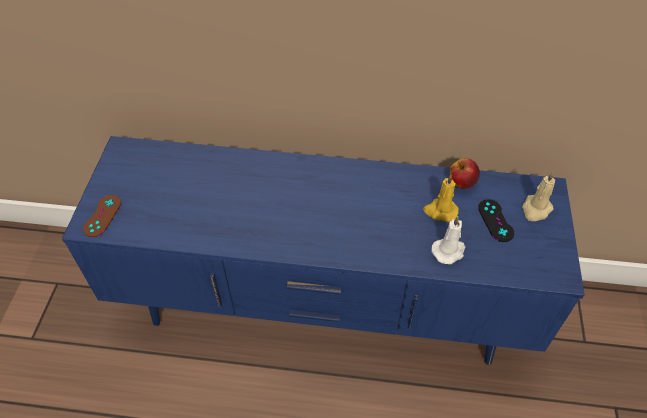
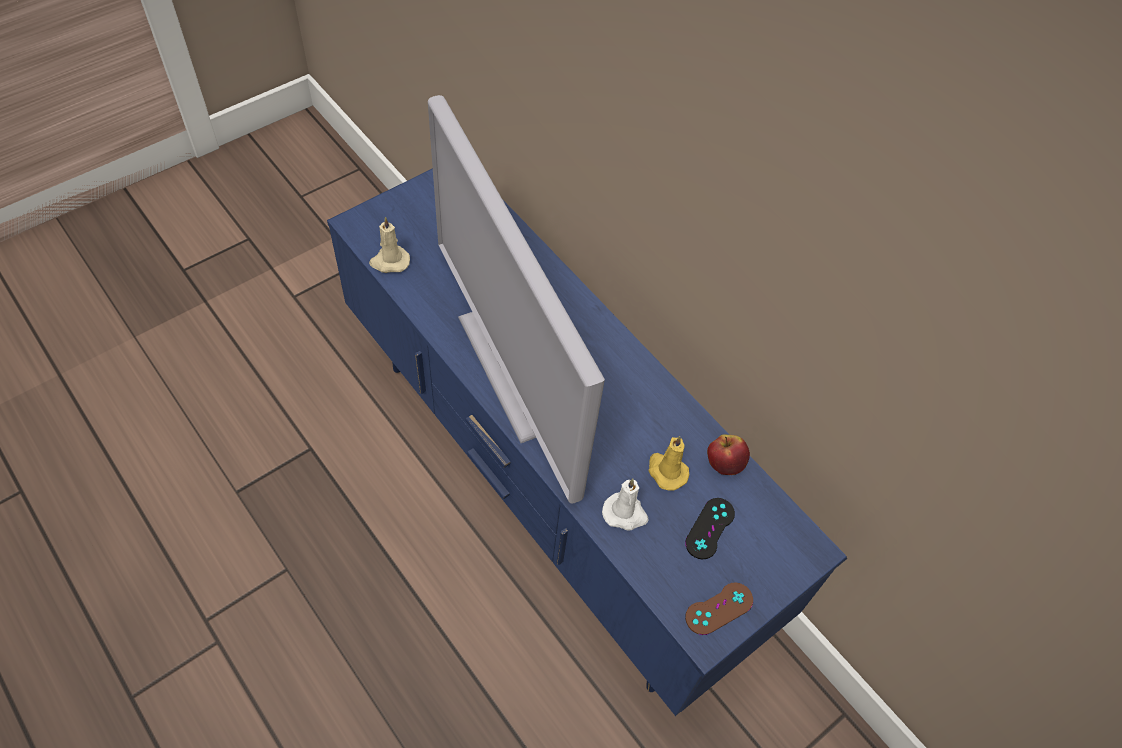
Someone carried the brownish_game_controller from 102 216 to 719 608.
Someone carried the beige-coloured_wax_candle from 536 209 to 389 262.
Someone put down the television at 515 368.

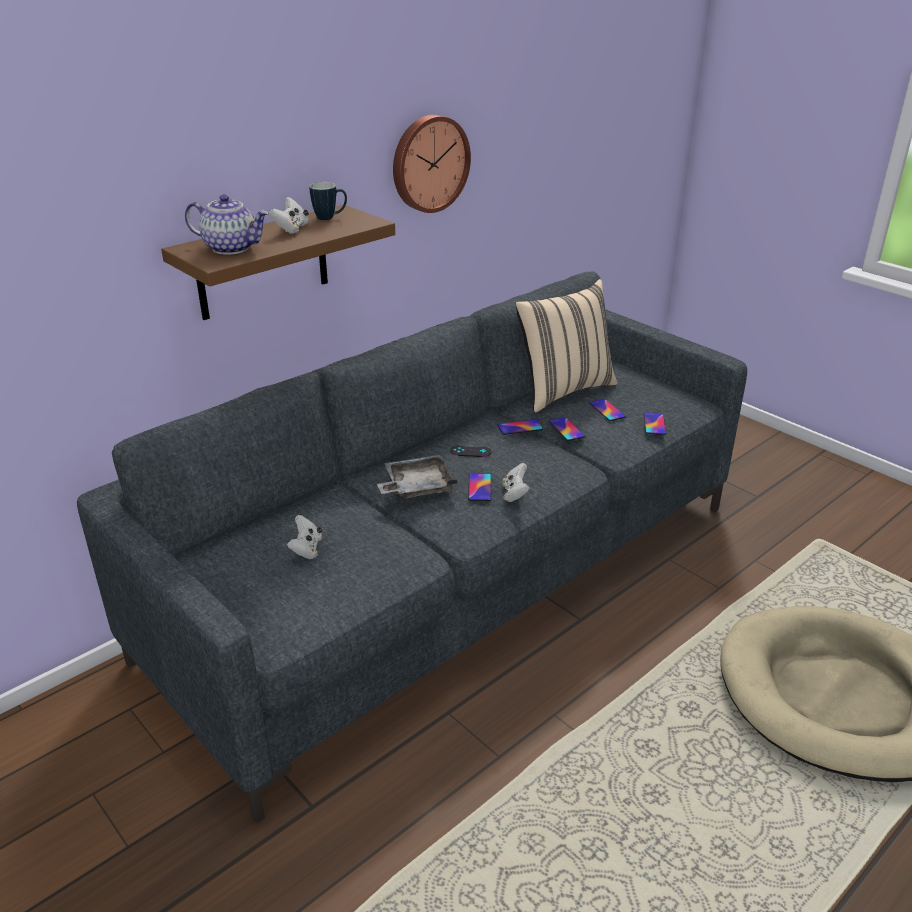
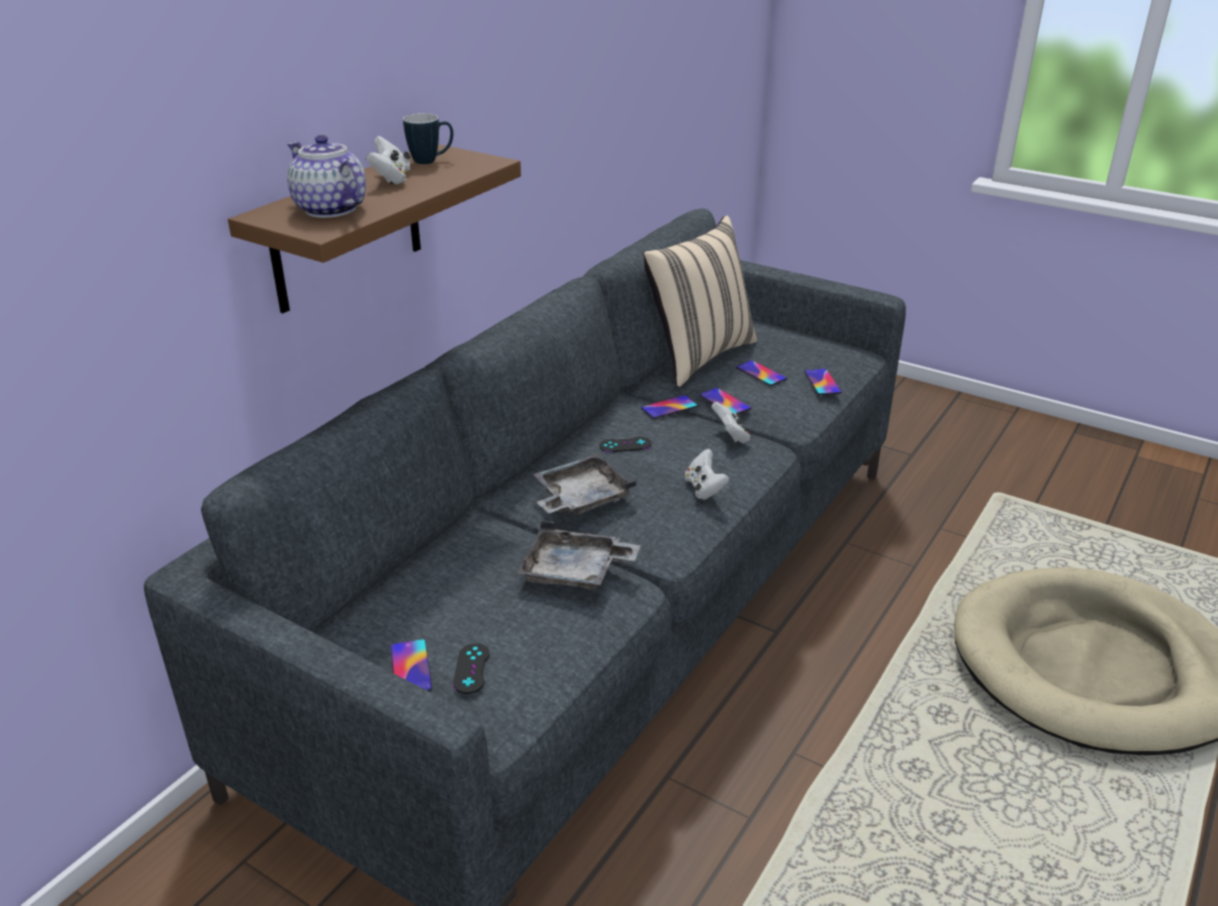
Someone rotated the pot_for_tea at 232 248 by 135 degrees counterclockwise.
Someone carried the white-coloured_game_controller from 306 549 to 730 436.
Someone took away the wall_clock at 429 163.
Someone carried the telephone from 479 487 to 410 668.
Someone put down the blackish_game_controller at 471 669.
Someone put down the greyish_carrying_tray at 575 572.

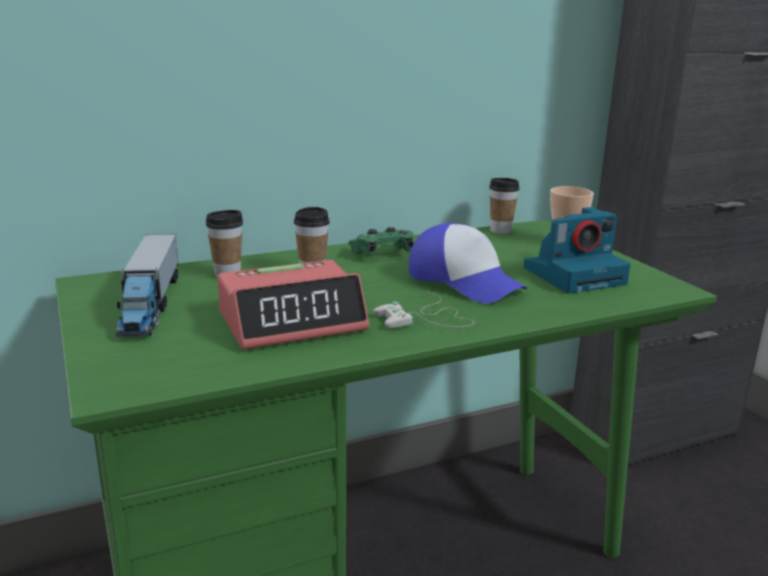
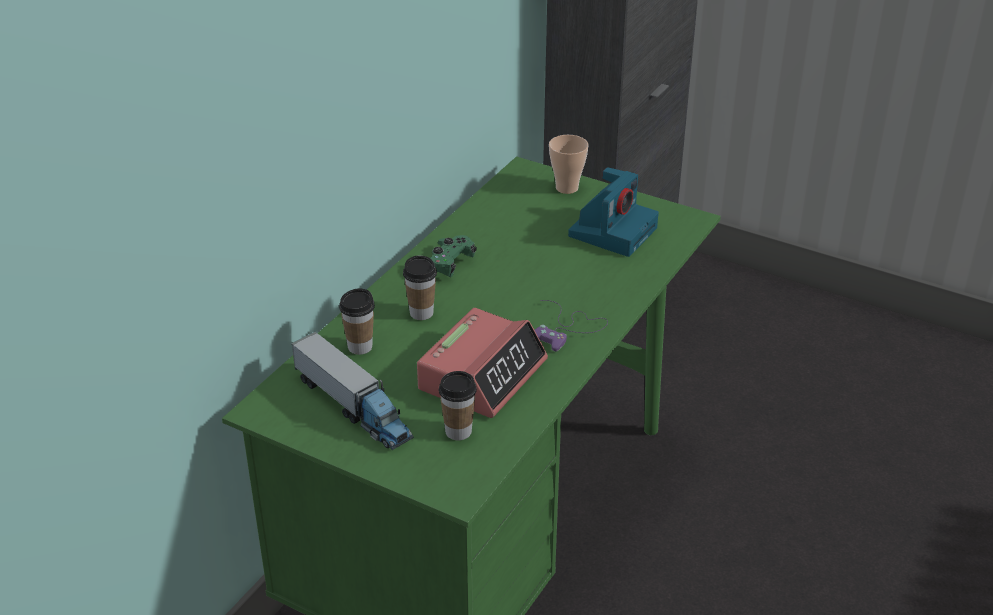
Someone repainted the white-coloured_game_controller at 426 319, which became the purple_game_controller at 567 329.
Someone took away the peaked_cap at 464 282.
Someone carried the small_cup from 500 230 to 458 431.

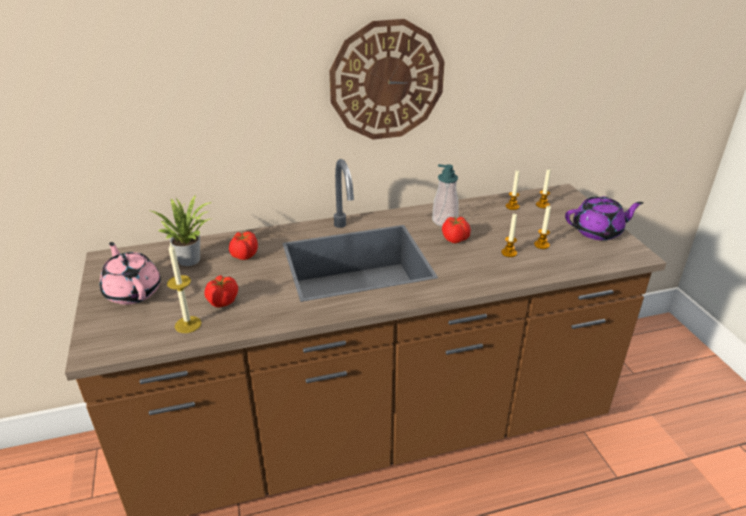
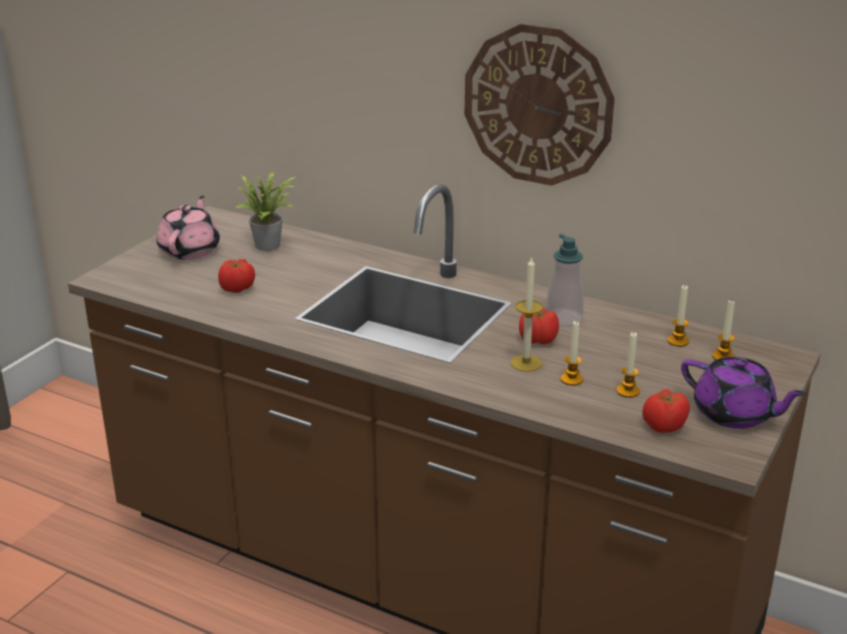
Someone carried the wax_candle from 188 324 to 526 363.
Someone carried the whole_tomato from 244 255 to 663 426.

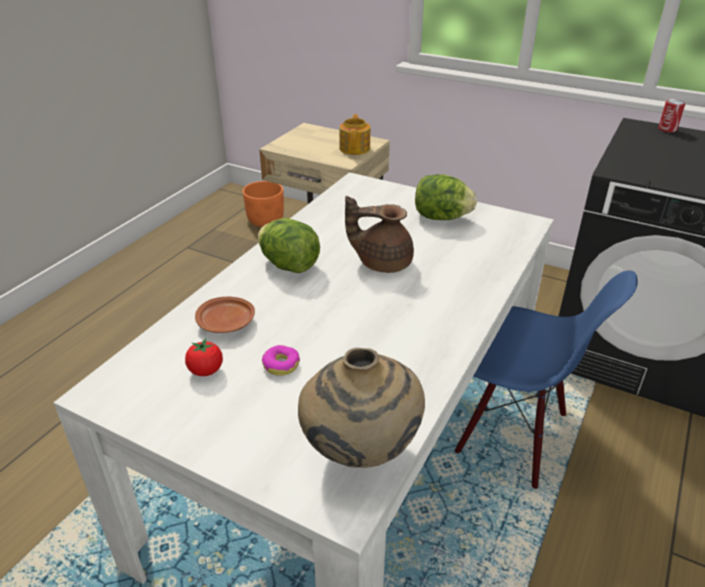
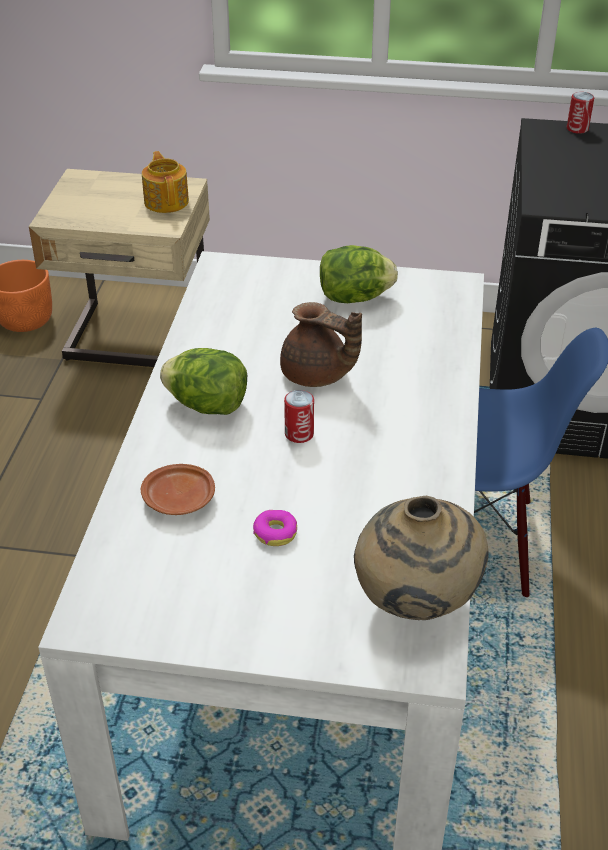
Someone took away the whole_tomato at 206 371.
Someone rotated the brownish_pot_for_tea at 382 262 by 135 degrees counterclockwise.
Someone put down the metal_can at 299 434.

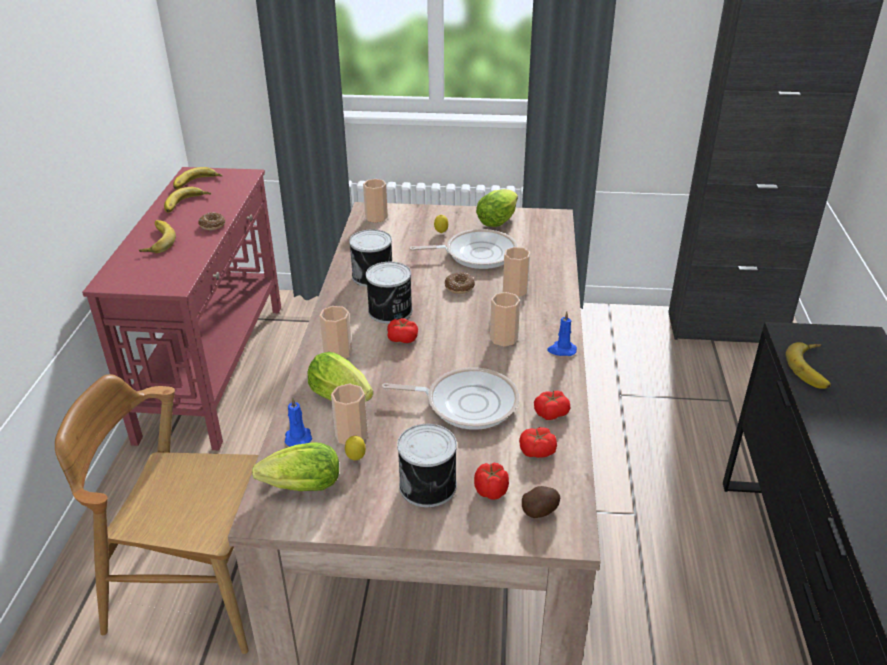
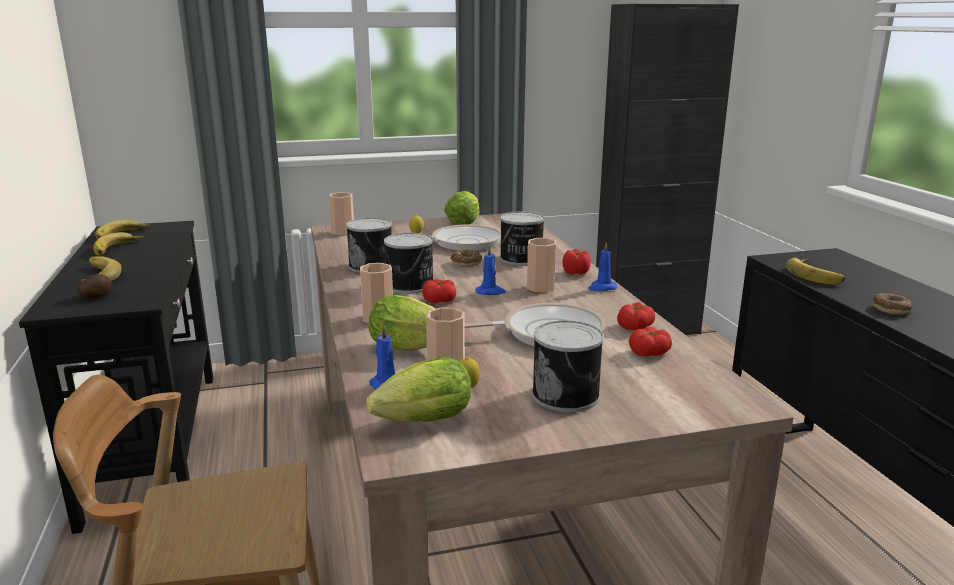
Someone repainted the red-coloured_console_table at 215 368, which became the blackish_console_table at 156 441.
Someone carried the doughnut from 212 225 to 891 309.
Someone carried the whole_tomato from 491 492 to 576 273.
Someone swapped the small_cup at 515 290 for the metal_can at 521 259.
Someone carried the spud from 540 511 to 96 297.
Someone put down the blue_wax_candle at 490 292.

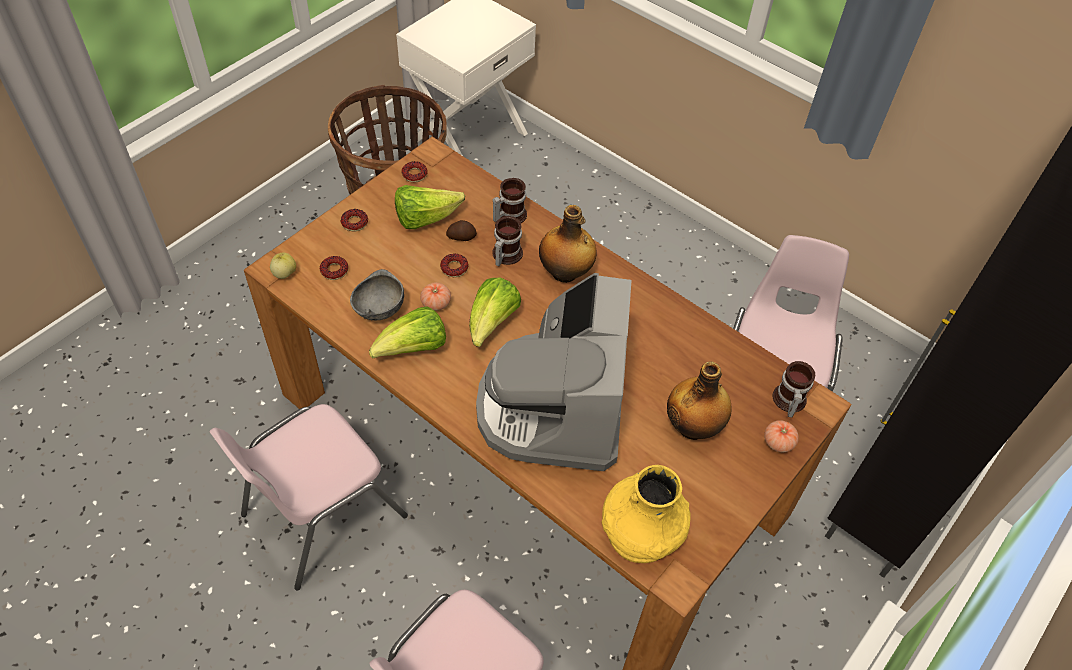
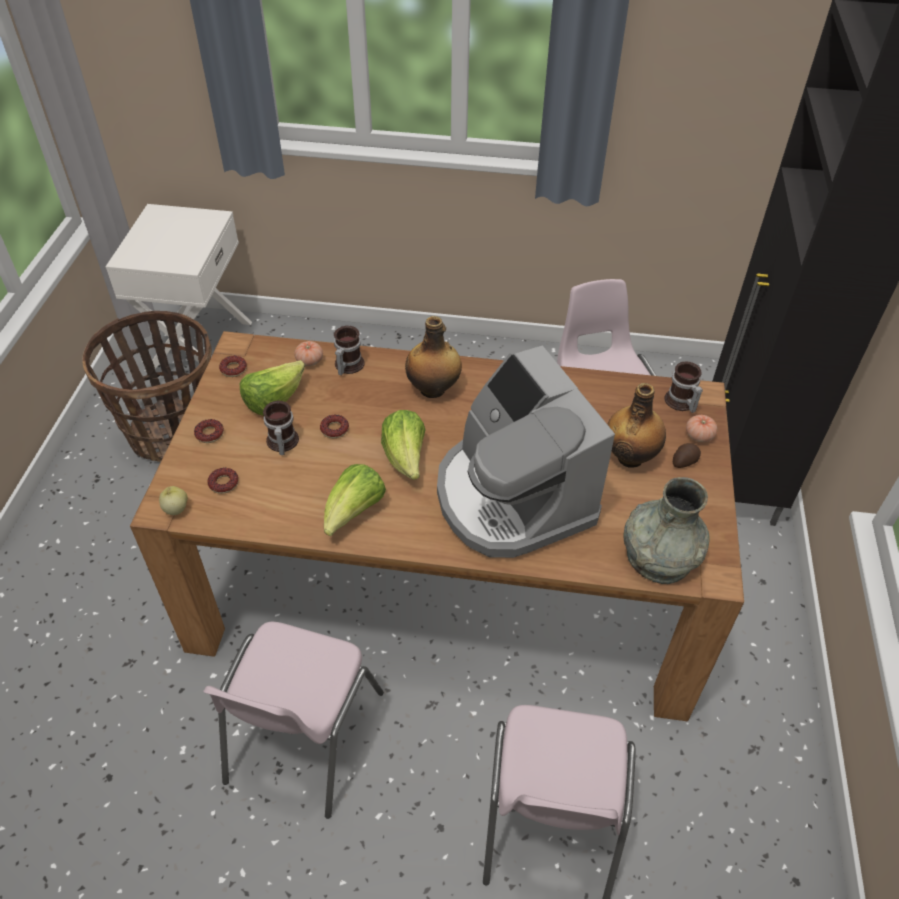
Someone took away the greyish_deep_dish at 378 309.
Someone carried the whole_tomato from 436 303 to 309 361.
Someone carried the spud from 461 236 to 684 461.
Someone carried the tea_mug from 504 255 to 281 443.
Someone repainted the yellowish_flower_vase at 641 531, which became the greyish_flower_vase at 659 556.

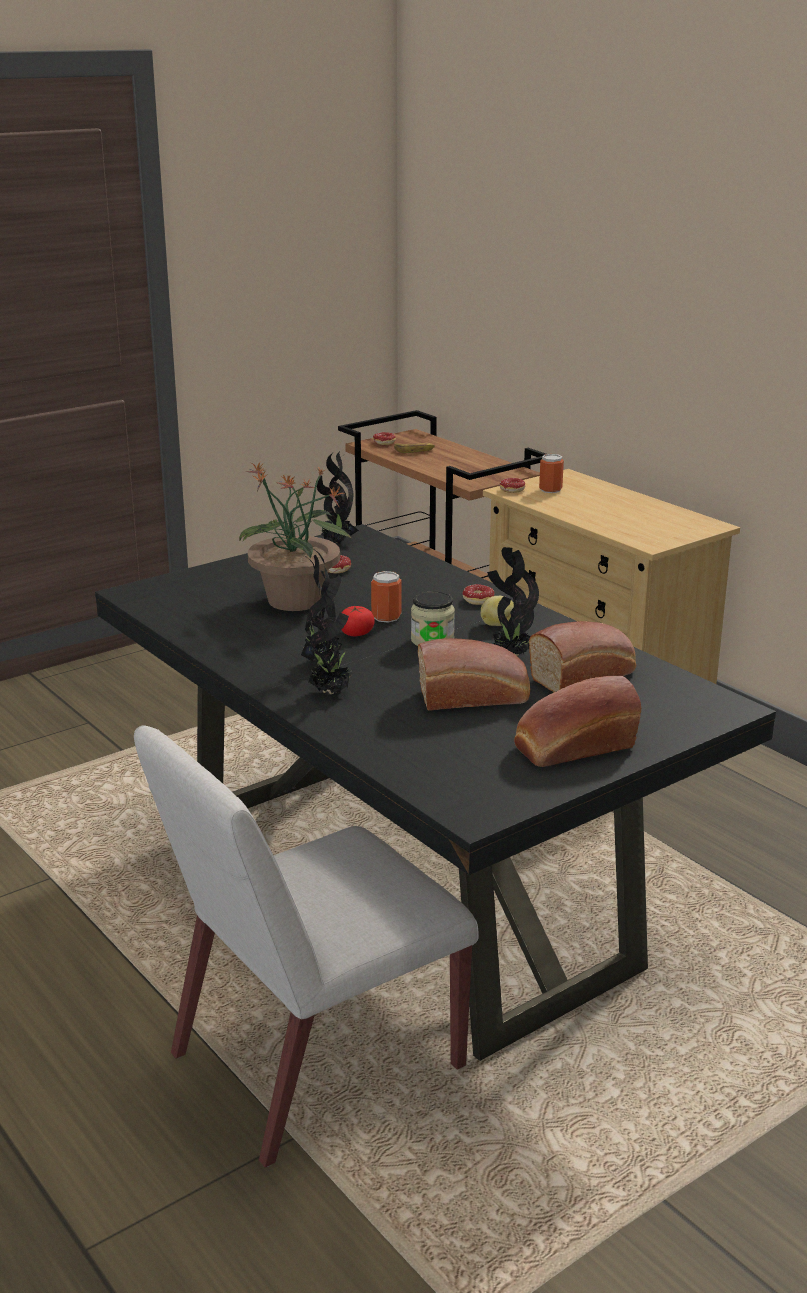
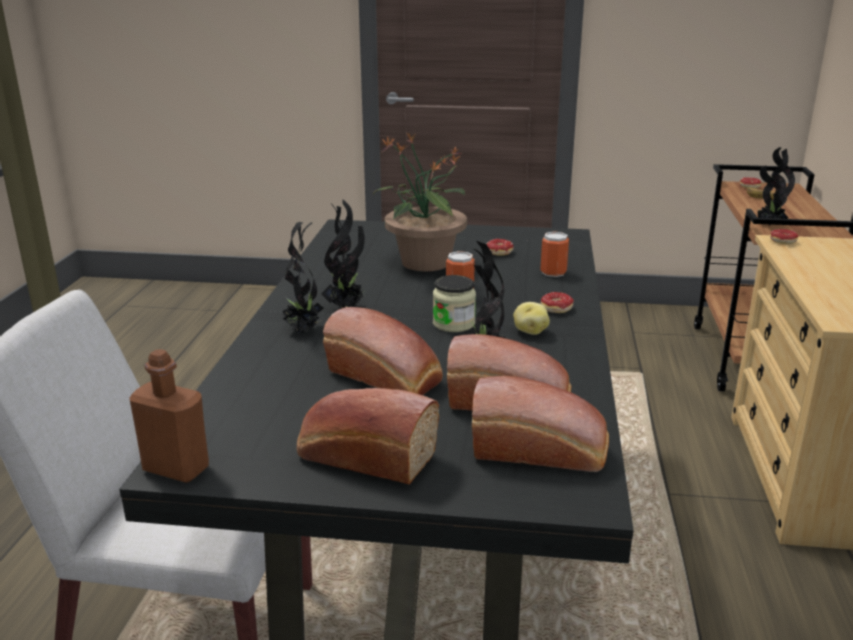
Someone carried the potted_plant from 336 543 to 768 225.
Someone took away the whole_tomato at 356 633.
Someone carried the metal_can from 550 490 to 553 272.
Someone put down the brownish_beverage_bottle at 176 469.
Someone put down the bread at 541 451.

